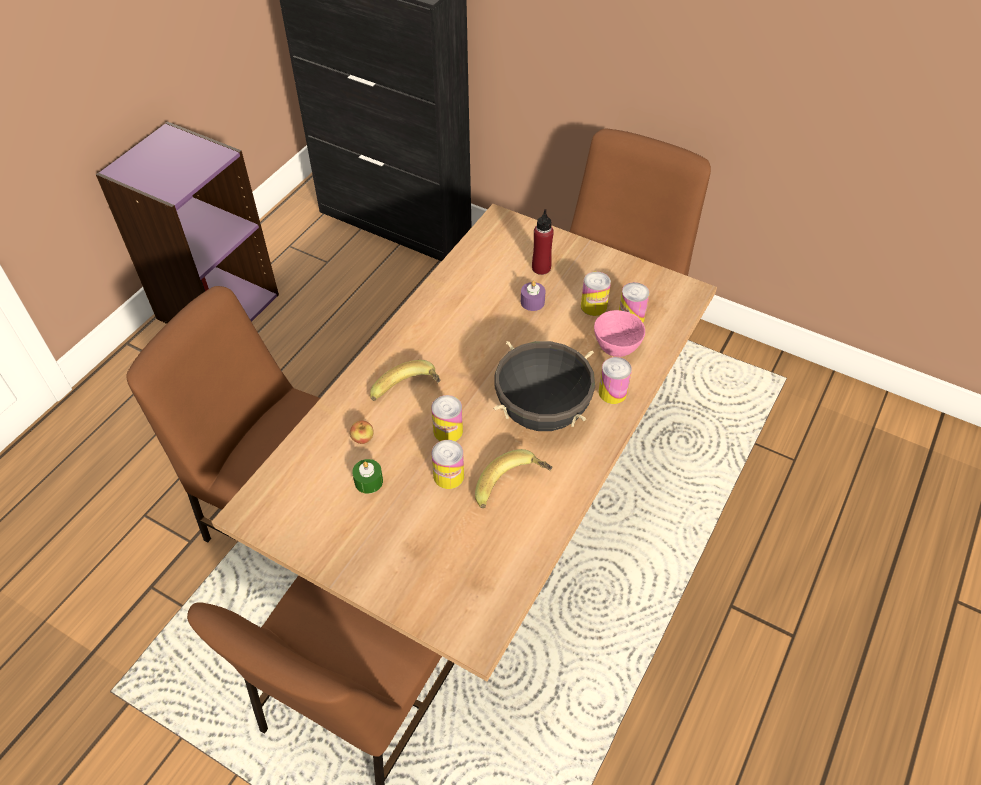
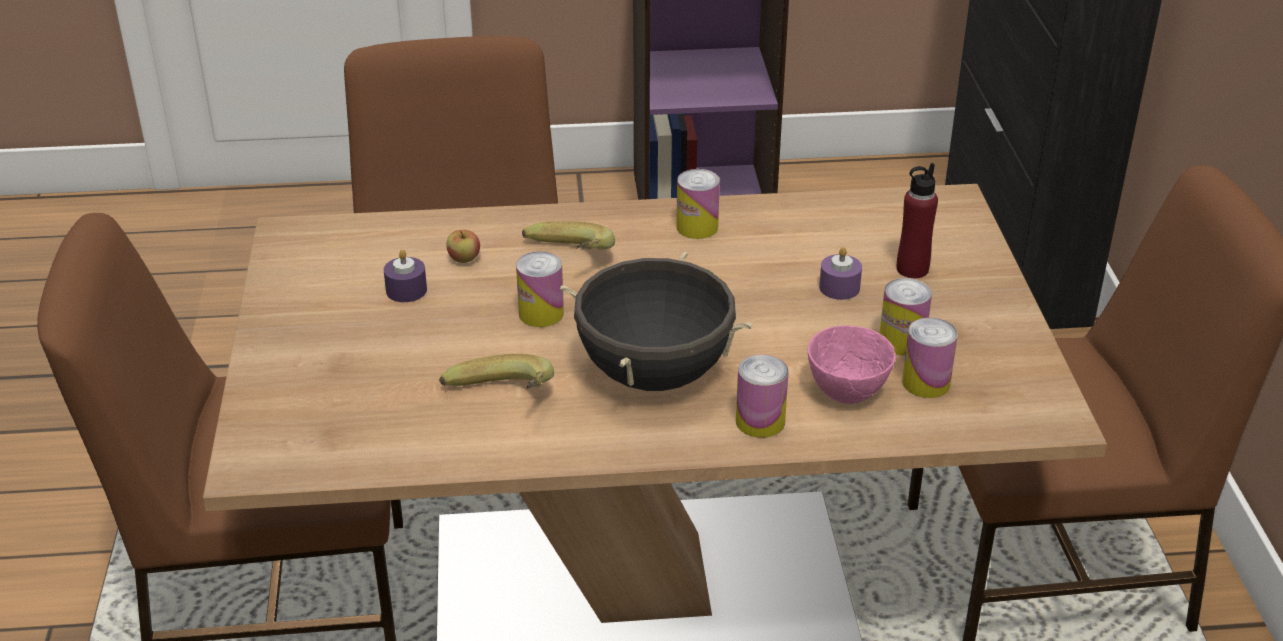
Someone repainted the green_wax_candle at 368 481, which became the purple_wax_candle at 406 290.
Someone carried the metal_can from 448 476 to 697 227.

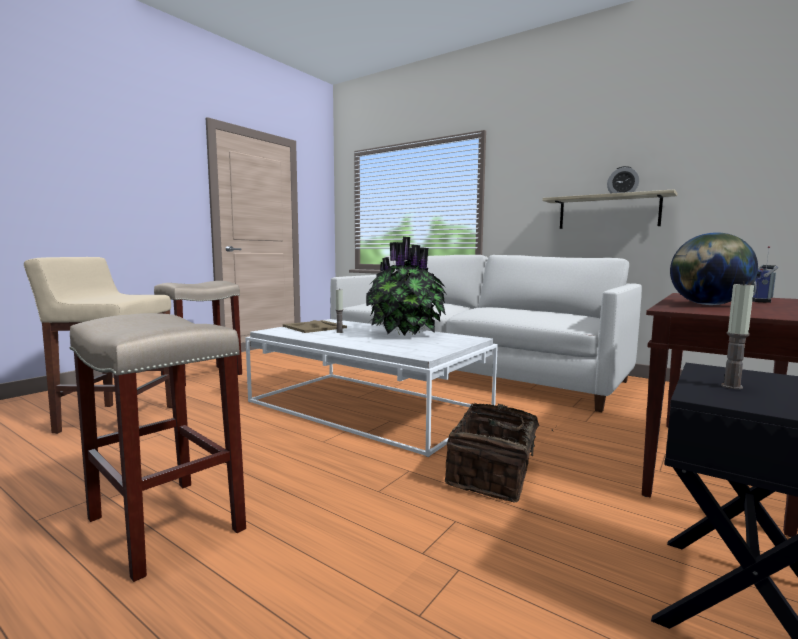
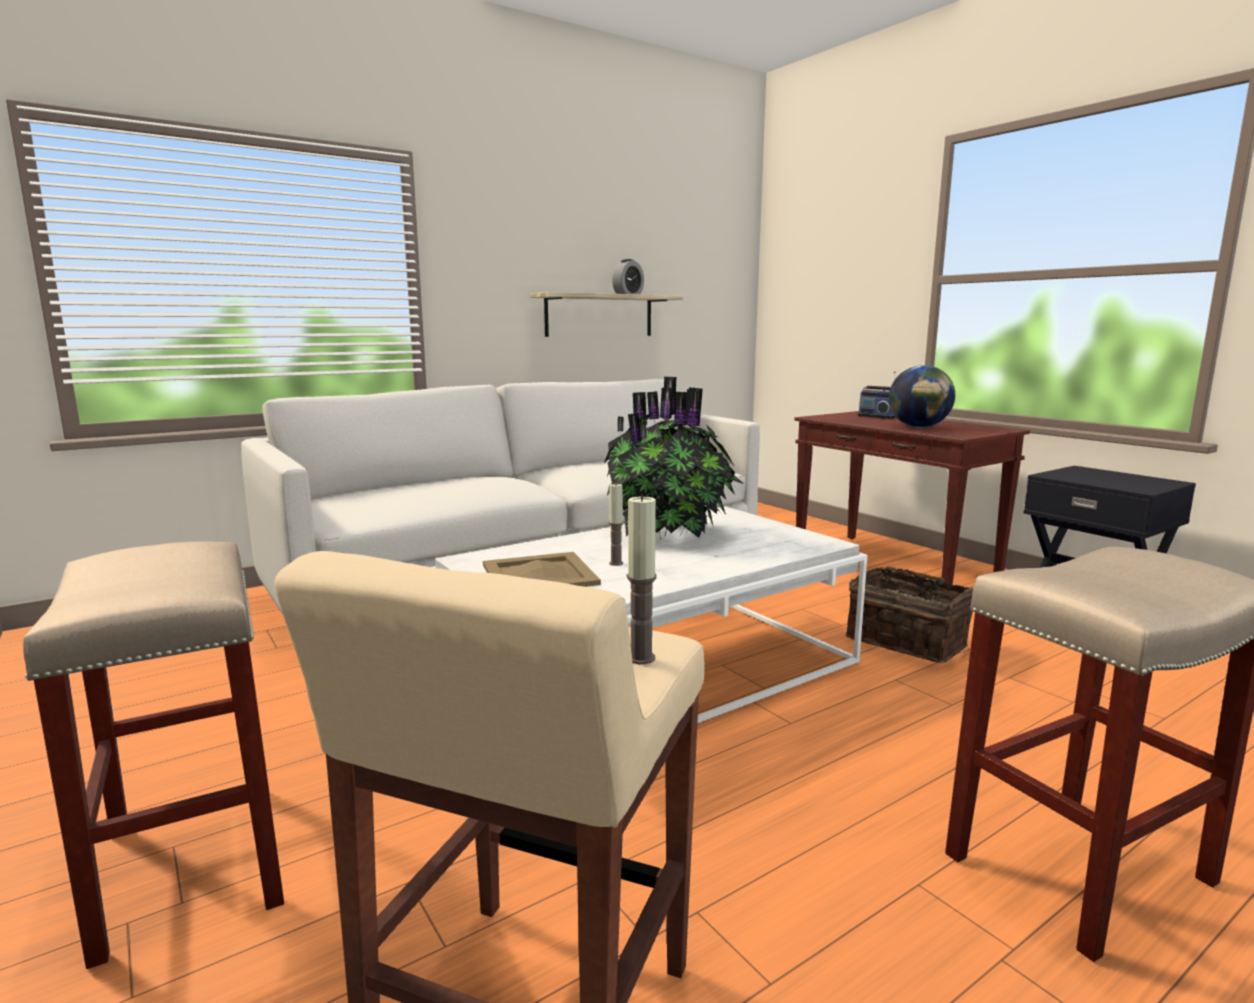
Someone carried the wax_candle from 731 386 to 641 658.

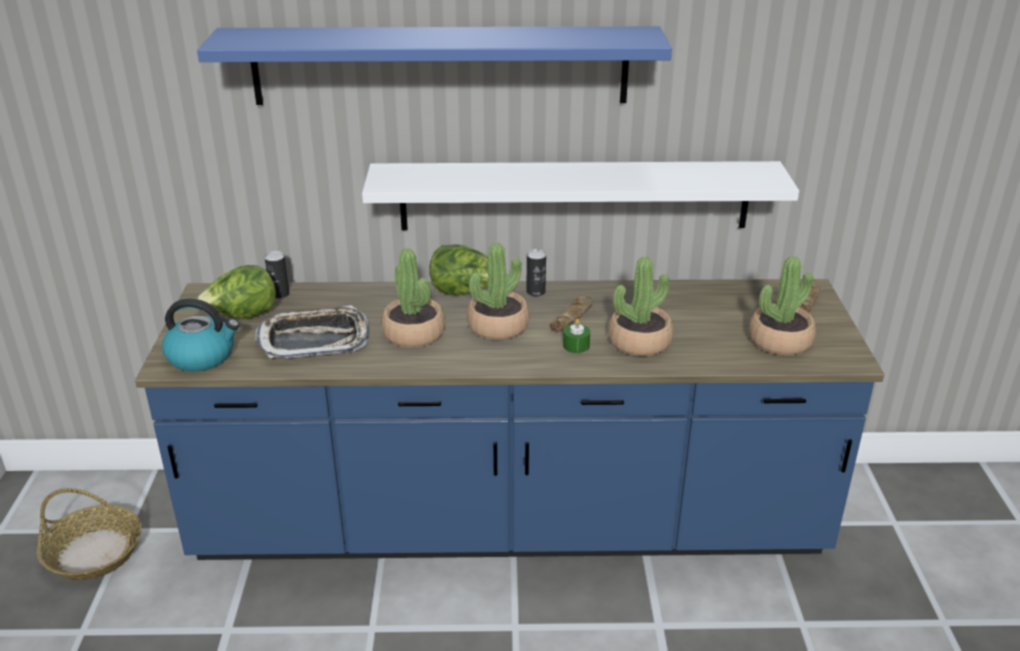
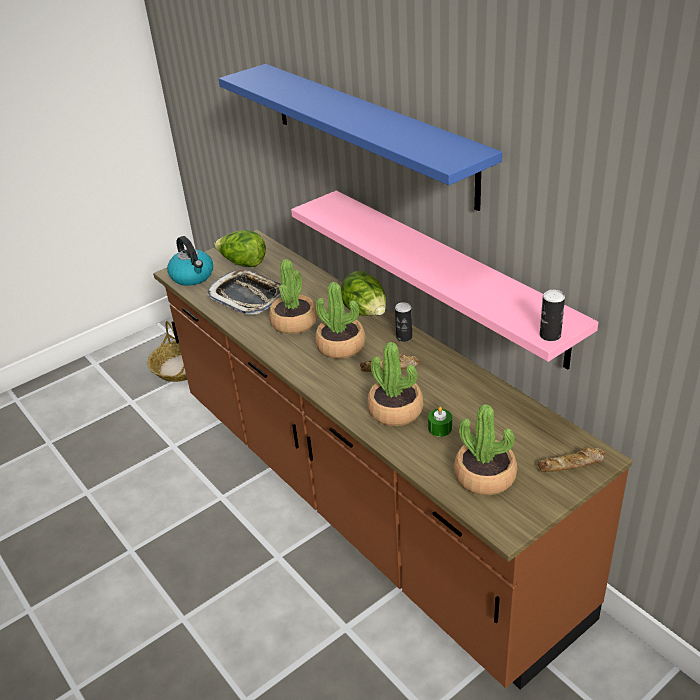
Someone repainted the blue_kitchen_counter at 510 524, which became the brownish_kitchen_counter at 362 499.
Someone carried the metal_can from 279 294 to 550 335.
Someone repainted the white-coloured_wall_shelf at 574 195, which became the pinkish_wall_shelf at 448 274.
Someone carried the green_wax_candle from 576 346 to 440 428.

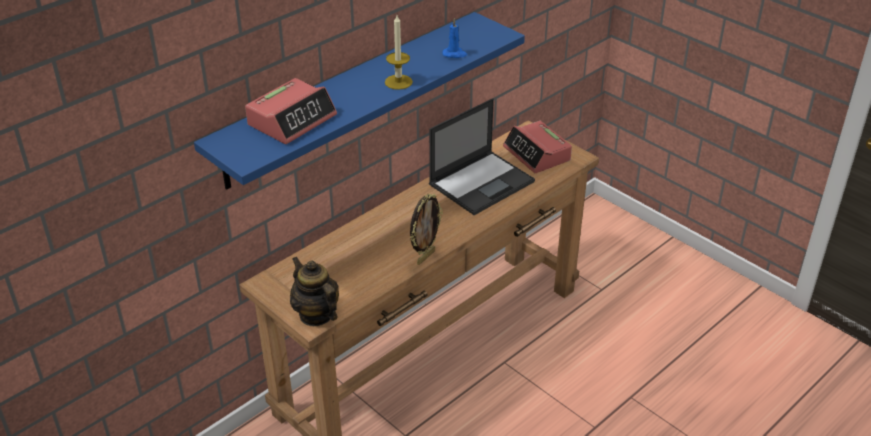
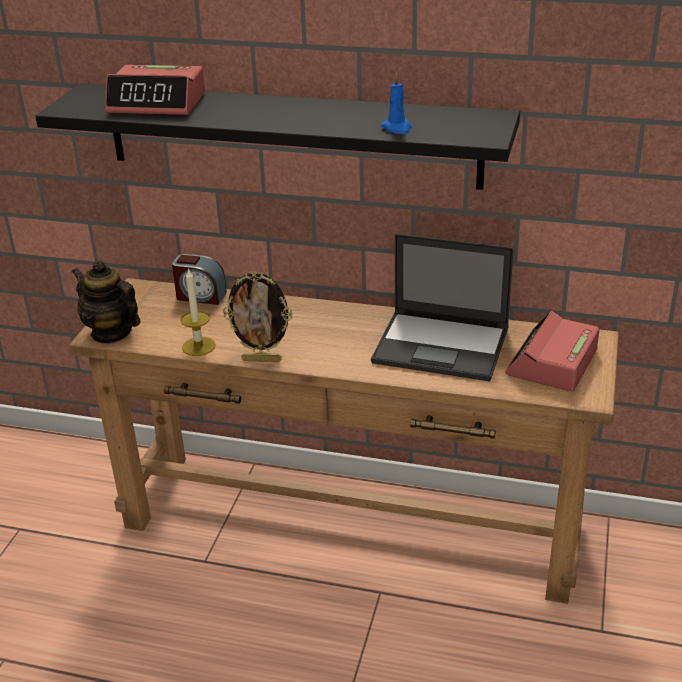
Someone repainted the blue_wall_shelf at 349 98, which became the blackish_wall_shelf at 290 135.
Someone rotated the pot_for_tea at 316 314 by 75 degrees counterclockwise.
Someone carried the wax_candle from 398 82 to 198 346.
Someone put down the alarm_clock at 200 296.

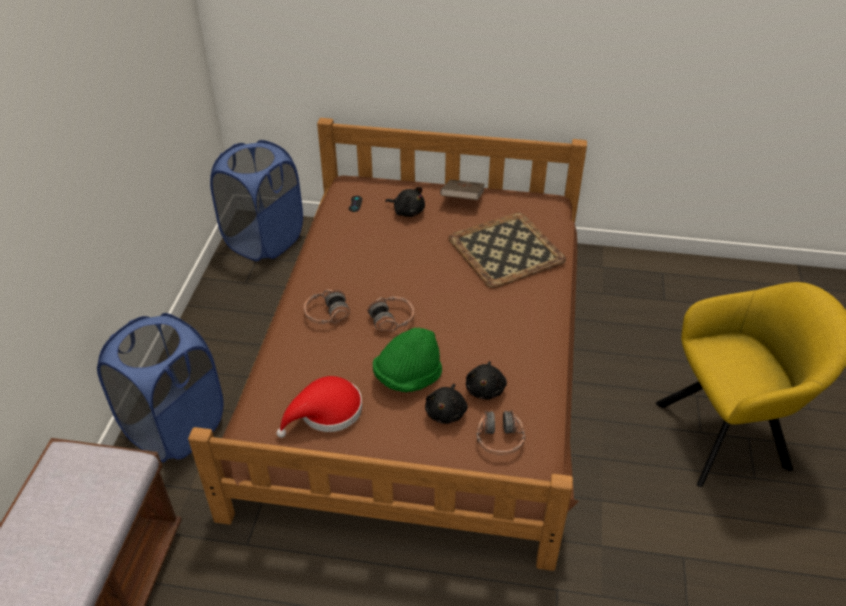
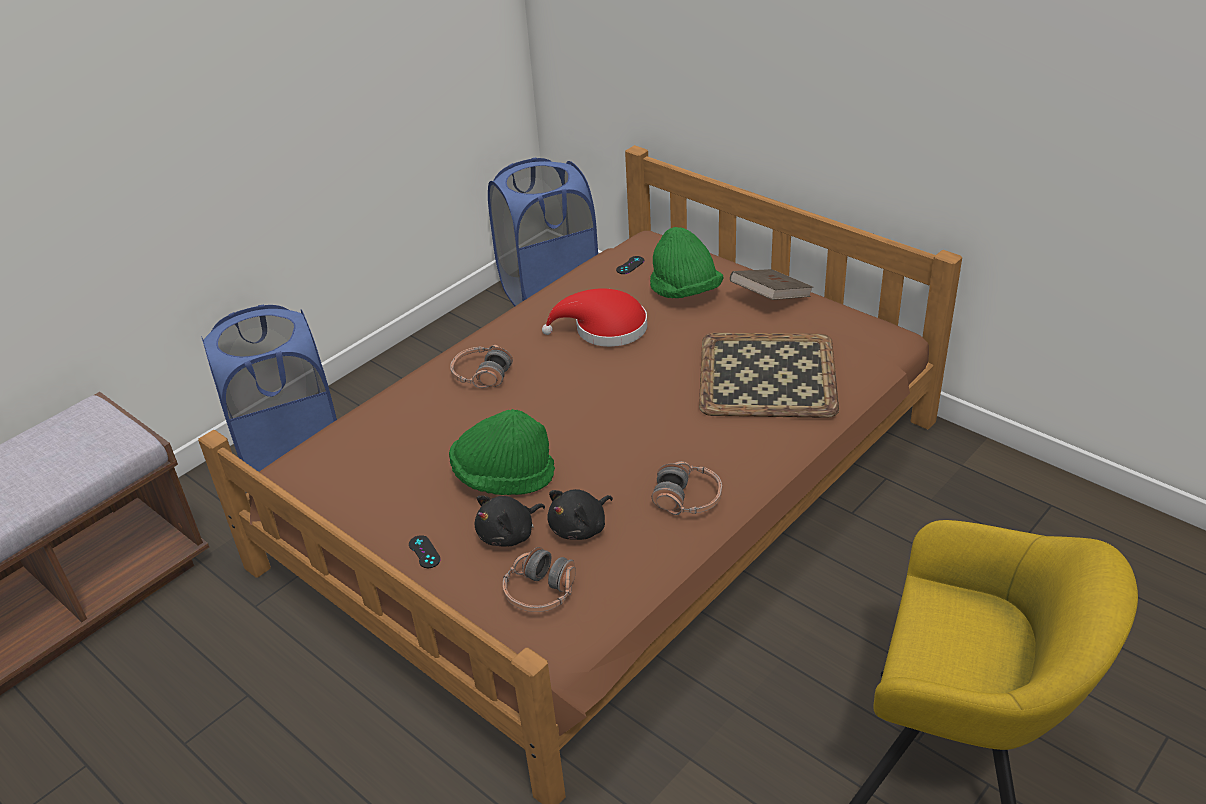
Someone carried the red-coloured_wearable_hat from 326 412 to 604 329.
Someone carried the headphones from 392 319 to 687 499.
Someone swapped the blackish_soft_toy at 407 211 for the green_wearable_hat at 684 292.
Someone put down the blackish_game_controller at 424 552.

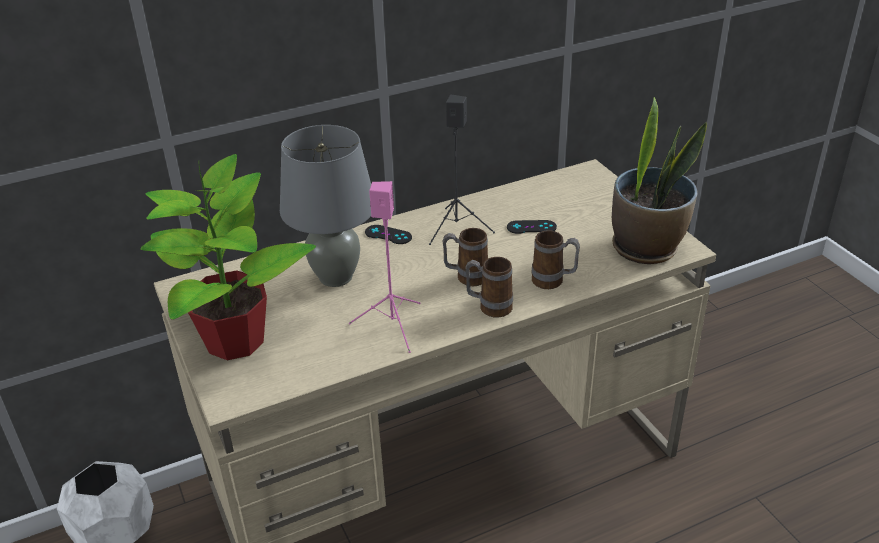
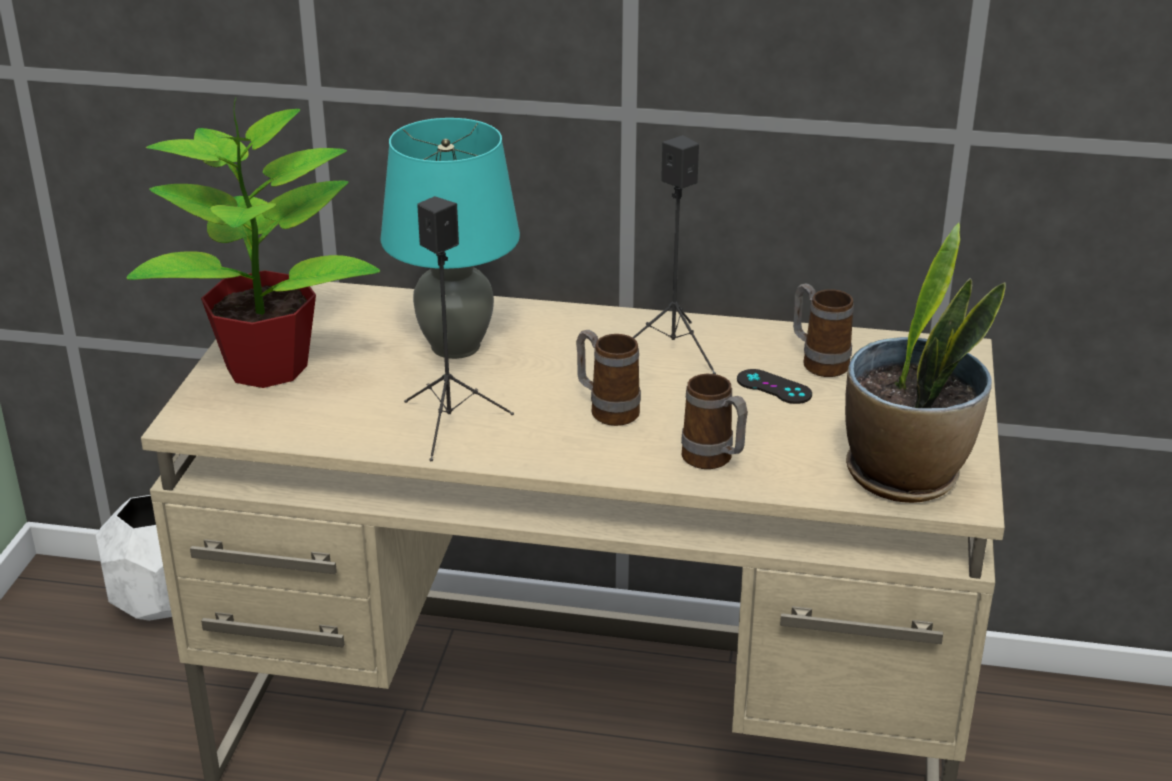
Someone repainted the greyish_table_lamp at 335 277, which became the blue-green_table_lamp at 455 346.
Someone repainted the pinkish_audio_speaker at 393 325, which became the blackish_audio_speaker at 451 424.
Someone took away the blackish_game_controller at 388 235.
Someone carried the tea_mug from 489 307 to 818 362.

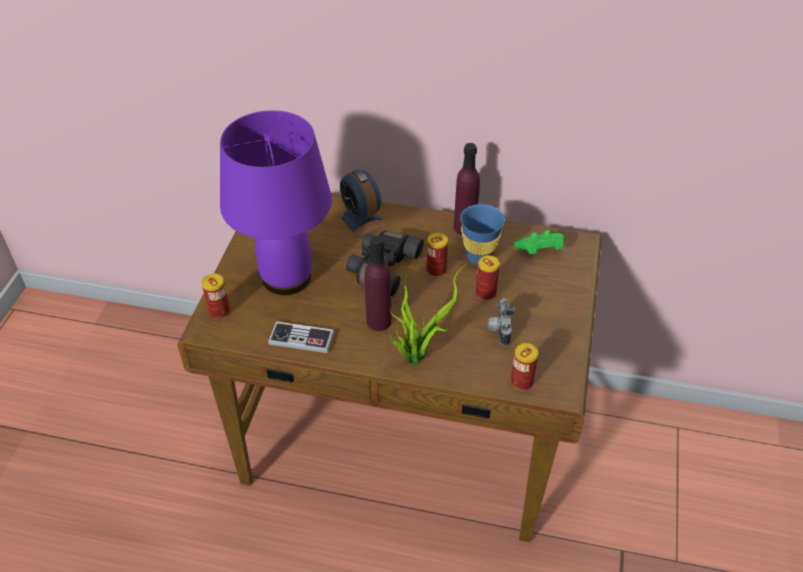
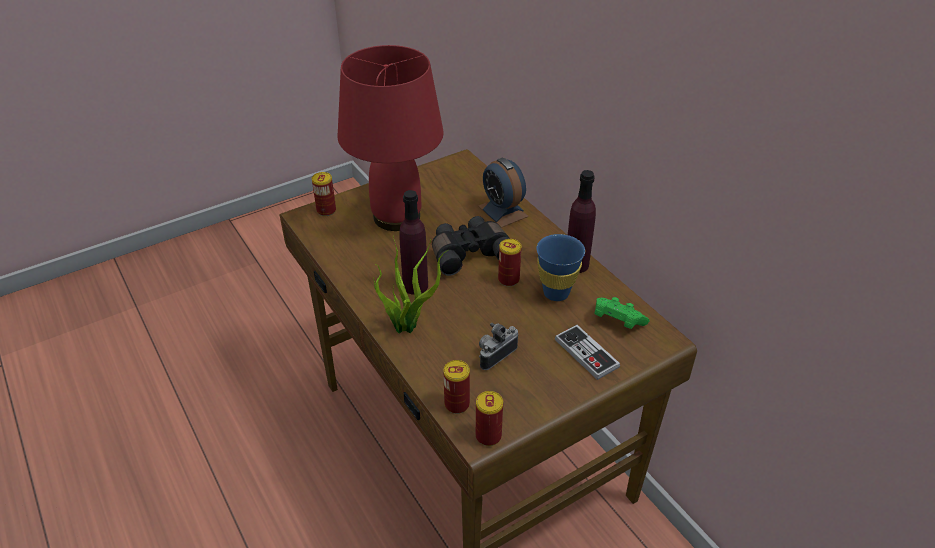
Someone repainted the purple_table_lamp at 286 276, which became the red-coloured_table_lamp at 397 216.
Someone carried the game_controller from 301 339 to 586 353.
Someone rotated the alarm_clock at 361 219 by 45 degrees counterclockwise.
Someone carried the metal_can from 485 293 to 488 436.

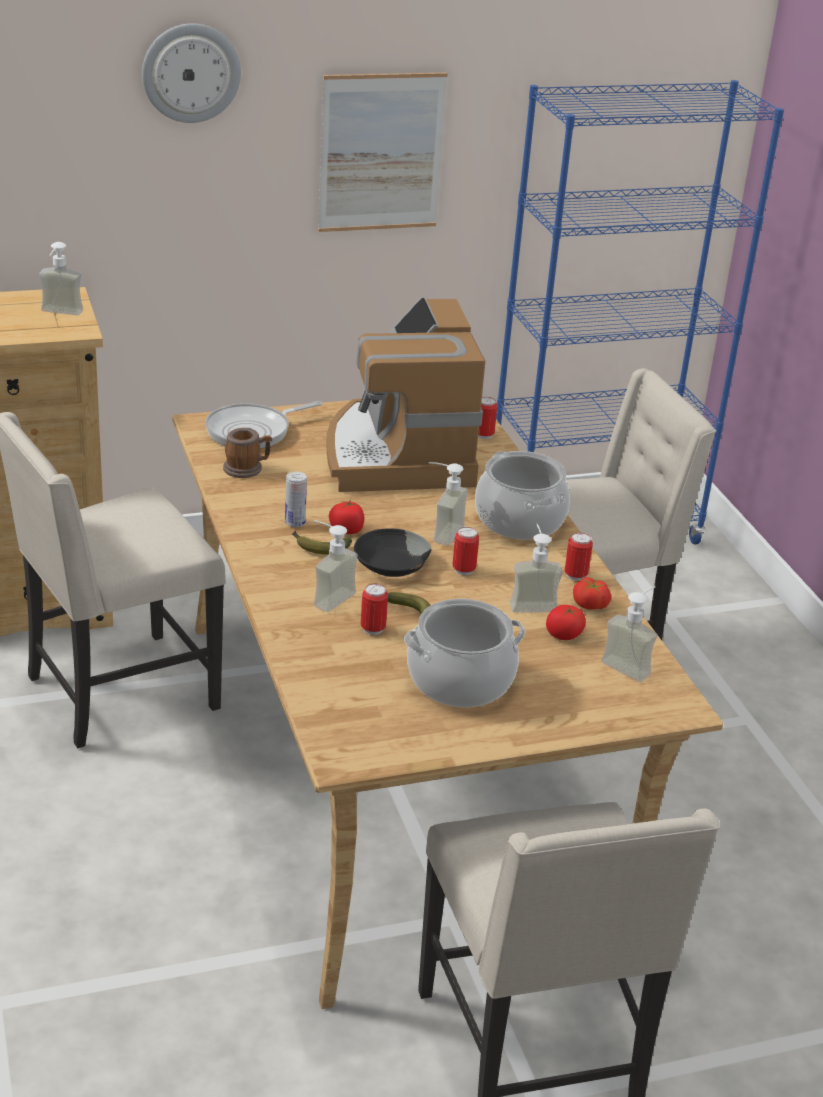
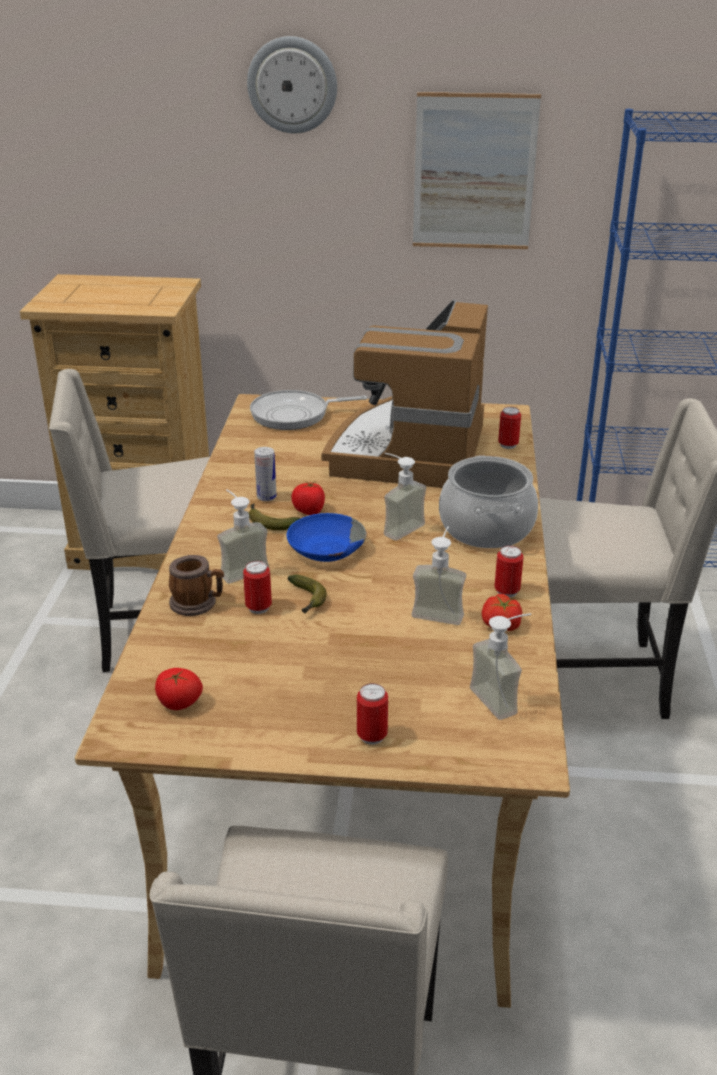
Someone took away the soap_bottle at 59 314.
Someone carried the tea_mug from 247 468 to 198 603.
Someone repainted the blackish_deep_dish at 390 565, which became the blue_deep_dish at 325 549.
Someone took away the saucepot at 460 680.
Someone carried the metal_can from 463 570 to 372 736.
Someone carried the whole_tomato from 564 635 to 179 703.

